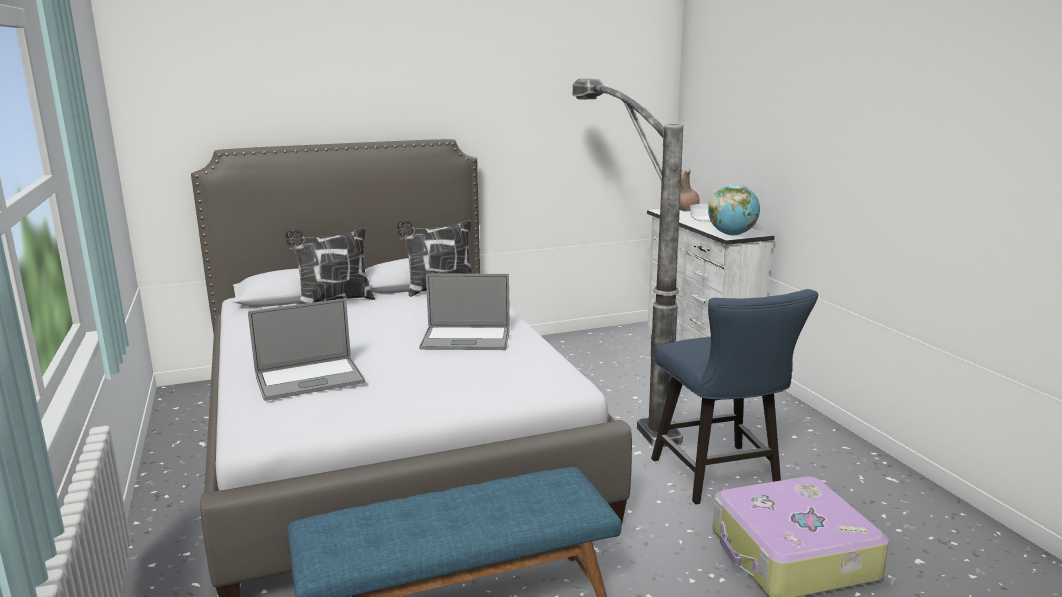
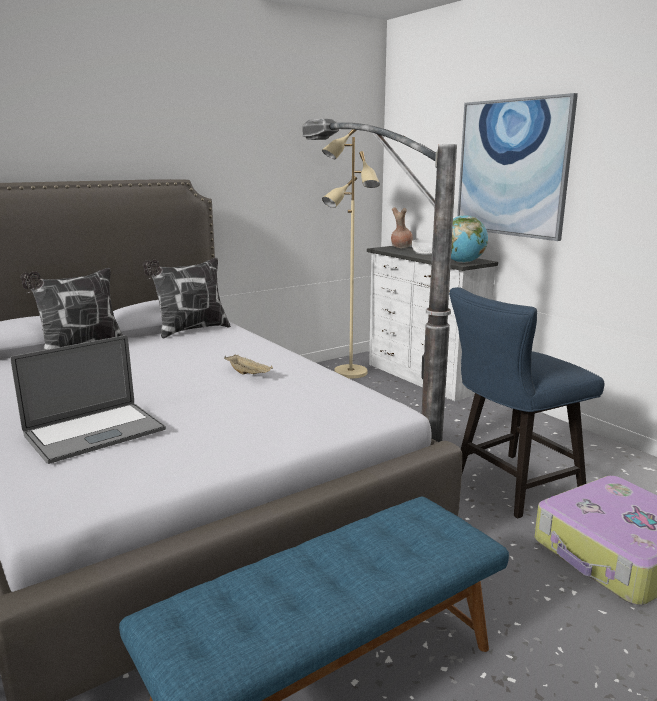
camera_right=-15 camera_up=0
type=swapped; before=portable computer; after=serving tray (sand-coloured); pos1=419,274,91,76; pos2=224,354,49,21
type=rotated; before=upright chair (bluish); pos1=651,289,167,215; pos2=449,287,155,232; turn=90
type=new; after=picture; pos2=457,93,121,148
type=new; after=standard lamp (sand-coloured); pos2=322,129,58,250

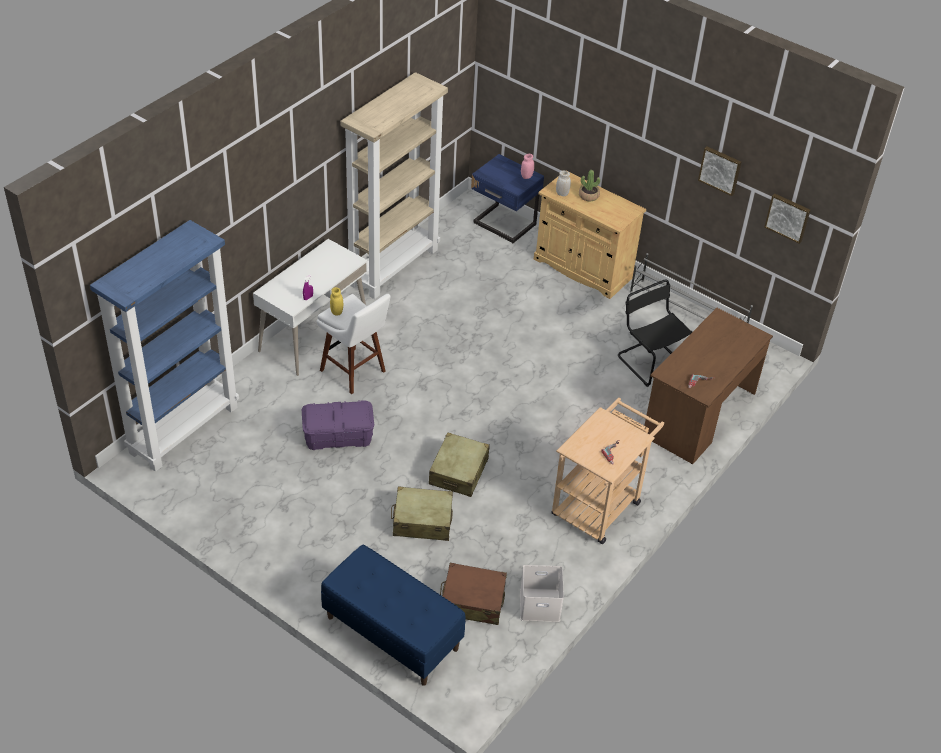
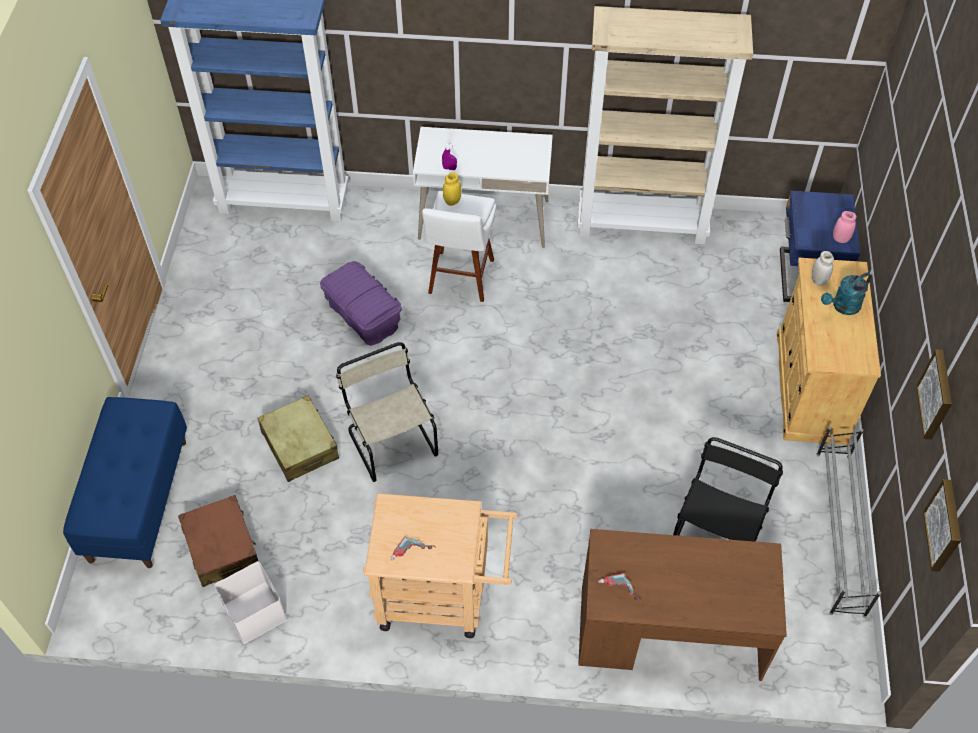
camera_right=60 camera_up=10
type=swapped; before=houseplant; after=watering pot (turquoise-coloured); pos1=579,170,21,31; pos2=821,272,51,43
type=swapped; before=piece of luggage (sand-coloured); after=upright chair (sand-coloured); pos1=429,432,61,65; pos2=336,342,102,140

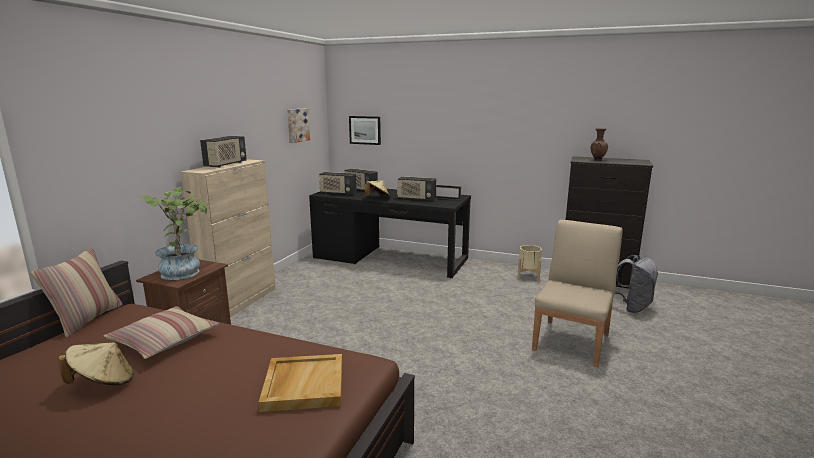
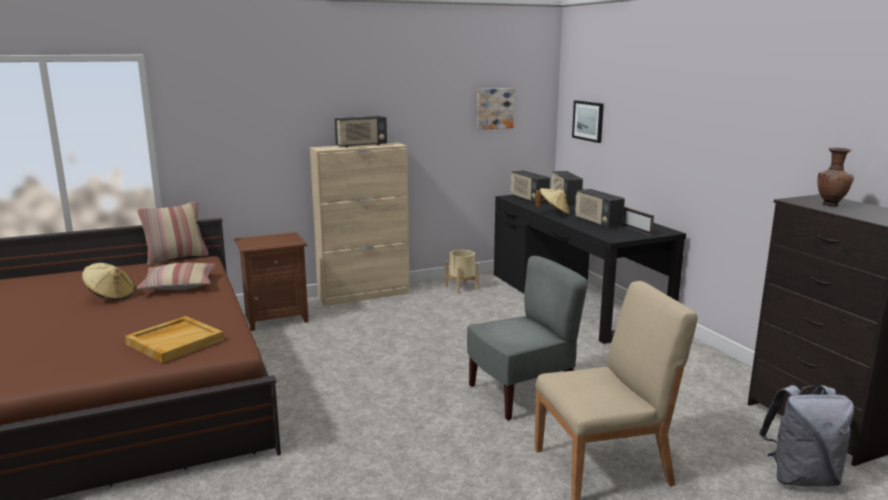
camera_right=45 camera_up=0
type=gone; before=houseplant; pos1=139,187,68,93
type=shifted; before=planter (sand-coloured); pos1=517,245,25,37; pos2=445,250,34,43
type=new; after=upright chair (grey); pos2=467,256,121,164

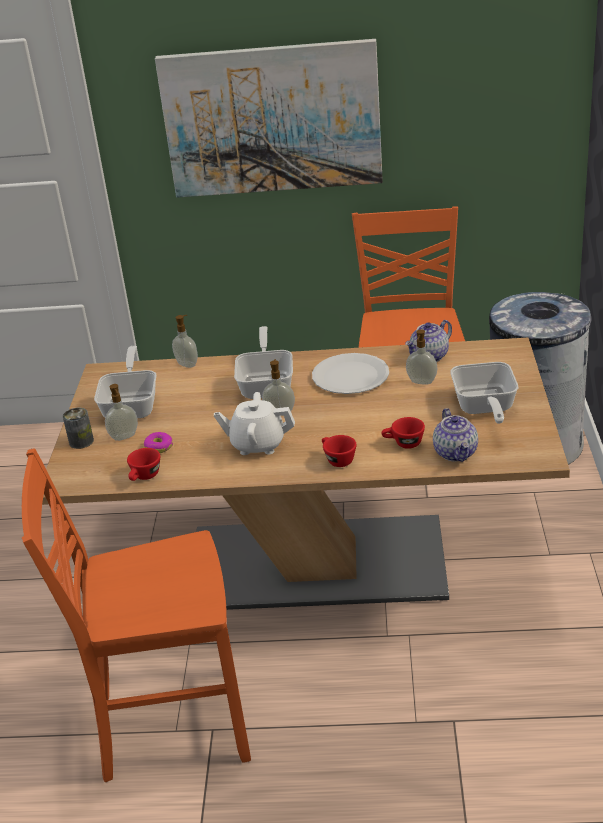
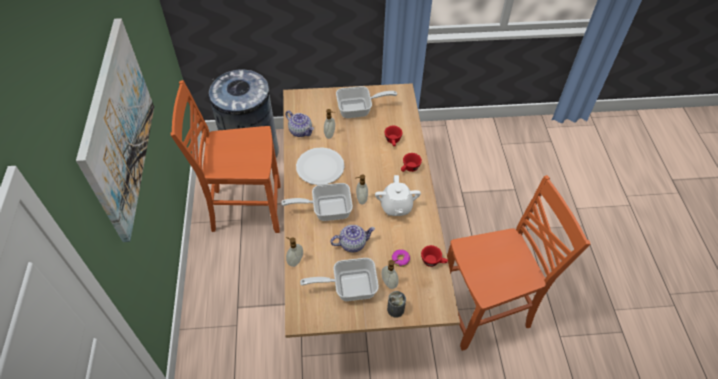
camera_right=-100 camera_up=20
type=shifted; before=tea pot; pos1=433,408,45,54; pos2=331,225,44,27
type=rotated; before=upright chair (orange-coloured); pos1=22,448,229,334; pos2=447,175,143,176; turn=-90

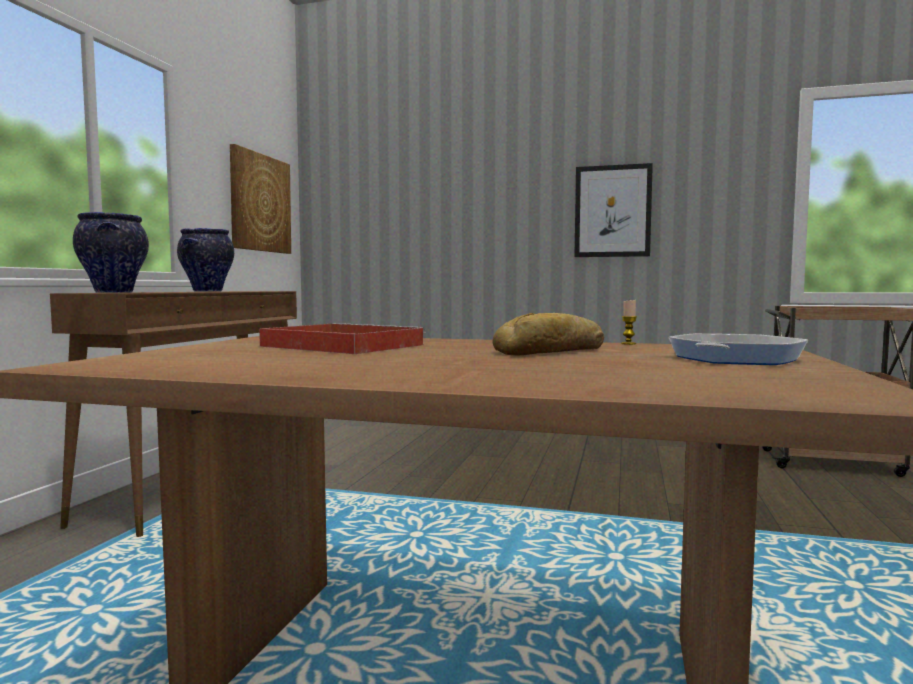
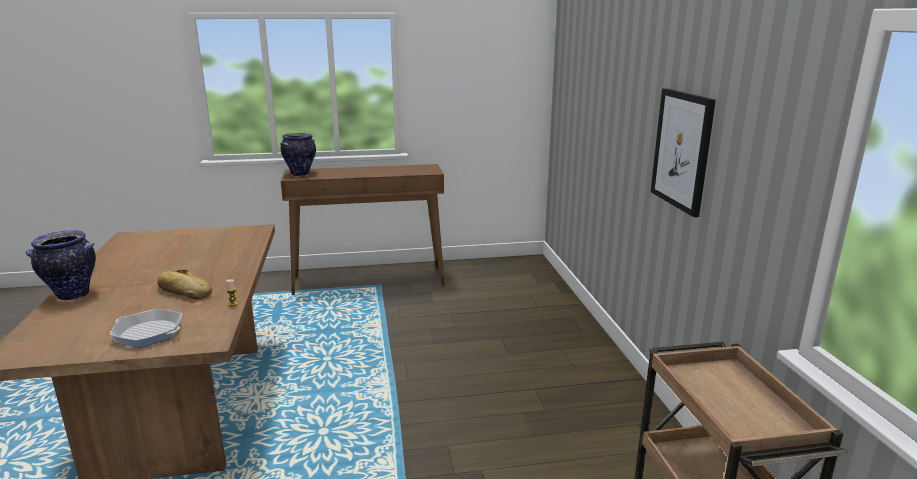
camera_right=65 camera_up=15
type=gone; before=picture; pos1=230,144,61,110
type=shifted; before=vase; pos1=177,228,57,63; pos2=26,230,70,70
type=gone; before=serving tray (red-coloured); pos1=259,323,166,31

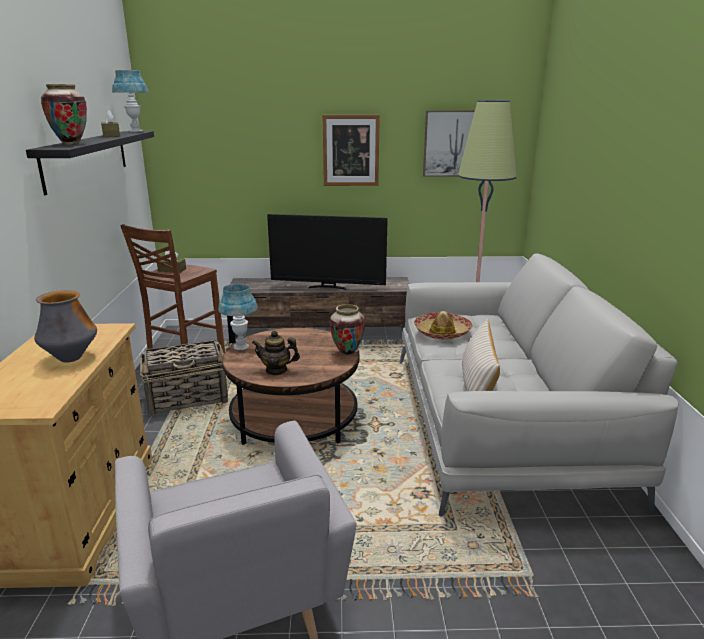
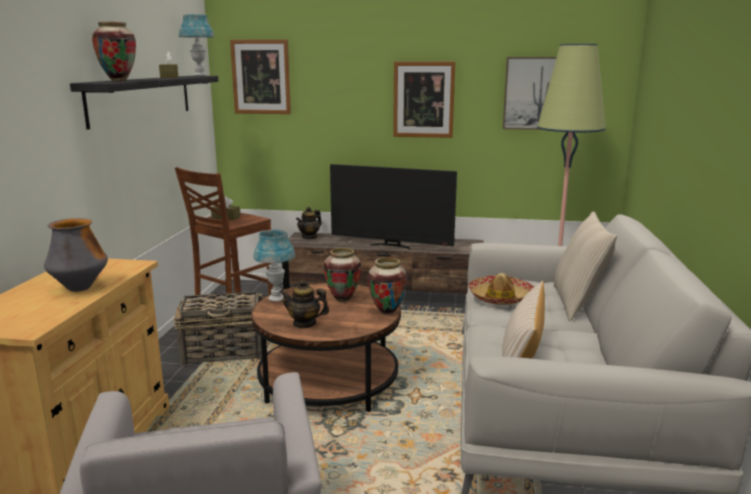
camera_right=10 camera_up=-5
type=new; after=picture; pos2=230,39,61,75
type=new; after=tea pot; pos2=296,207,26,32
type=new; after=pillow (sand-coloured); pos2=554,211,63,110
type=new; after=vase; pos2=324,248,37,54

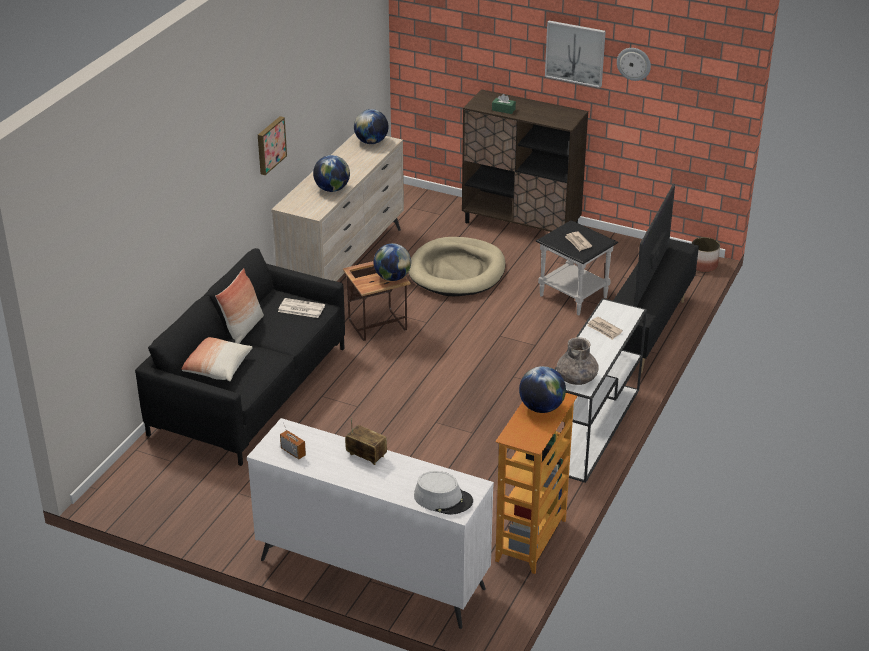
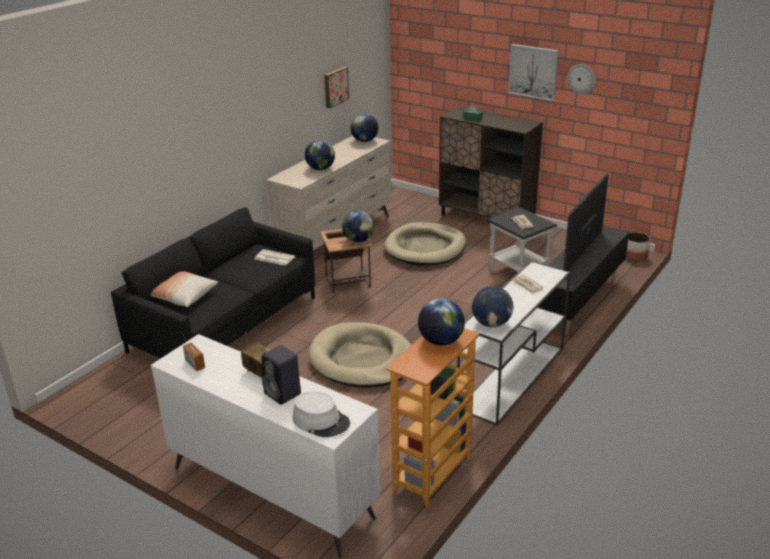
camera_right=10 camera_up=-5
type=shifted; before=picture; pos1=258,116,29,59; pos2=324,67,25,42
type=gone; before=pillow; pos1=215,268,49,76
type=swapped; before=vase (grey); after=desk globe; pos1=556,337,43,48; pos2=472,286,41,41
type=new; after=dog cushion (sand-coloured); pos2=309,322,102,66
type=new; after=speaker (black-coloured); pos2=262,345,39,60

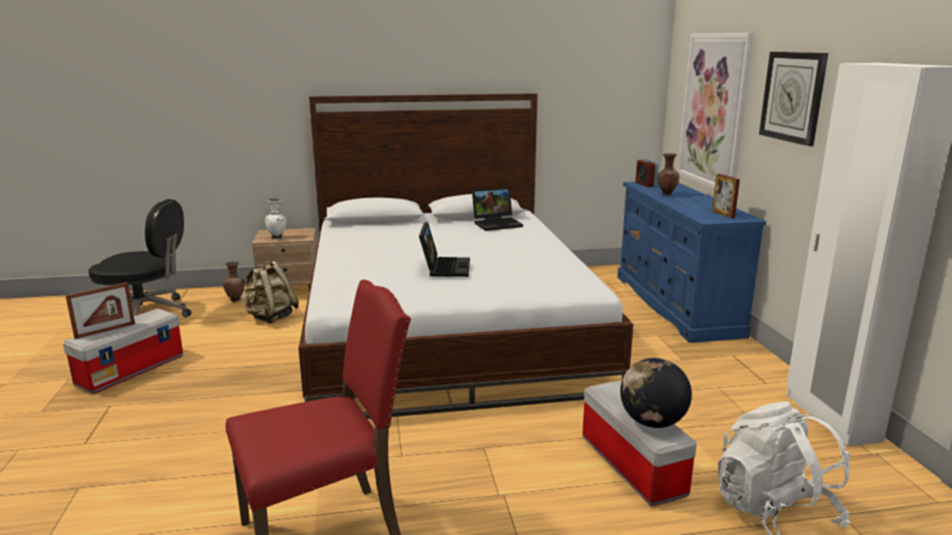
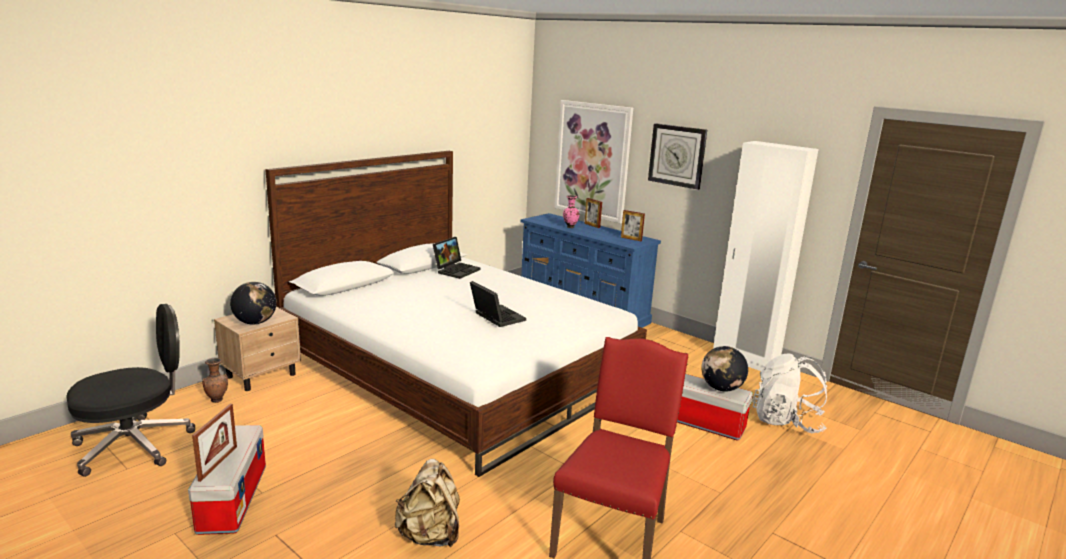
camera_right=-40 camera_up=0
type=repainted; before=vase (brown); after=vase (pink); pos1=657,153,22,43; pos2=563,195,16,33
type=gone; before=alarm clock; pos1=636,159,23,28
type=swapped; before=vase (white); after=desk globe; pos1=265,198,22,41; pos2=230,282,47,43
type=shifted; before=knapsack (sand-coloured); pos1=241,261,58,63; pos2=395,459,65,88
type=new; after=photo frame; pos2=585,198,17,30

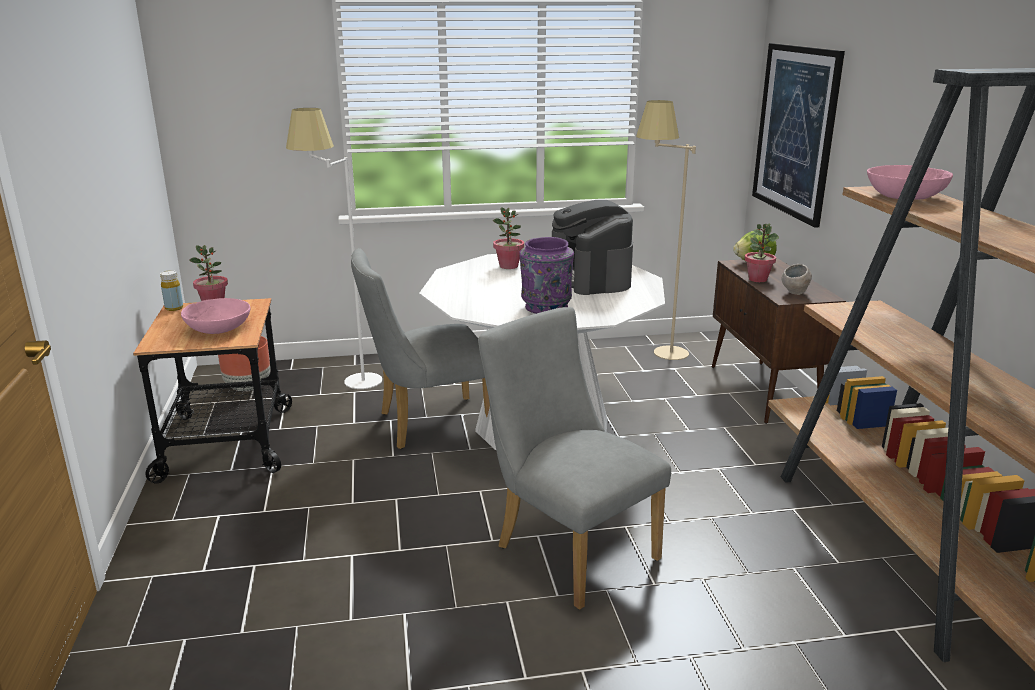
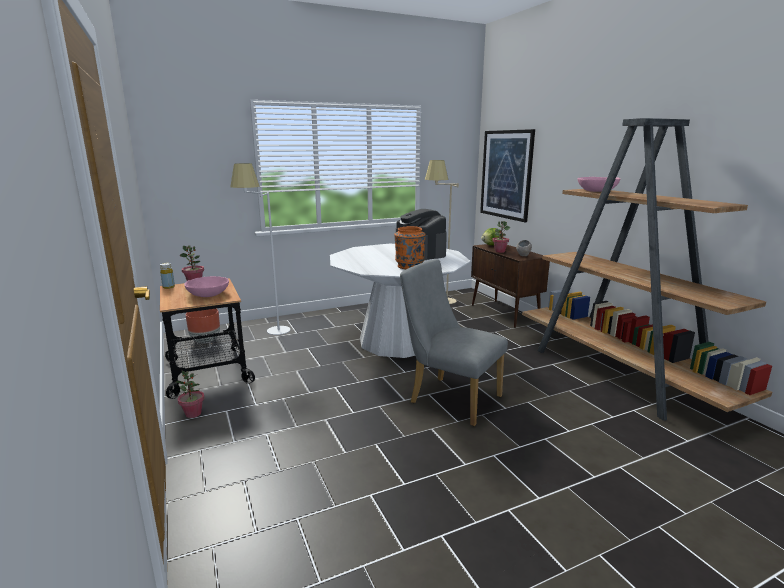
camera_right=-15 camera_up=-5
type=shifted; before=houseplant; pos1=493,207,31,62; pos2=176,371,29,47
type=repainted; before=vase (purplish); after=vase (orange-coloured); pos1=519,237,55,77; pos2=394,226,32,43
type=gone; before=upright chair (grey); pos1=351,248,139,201

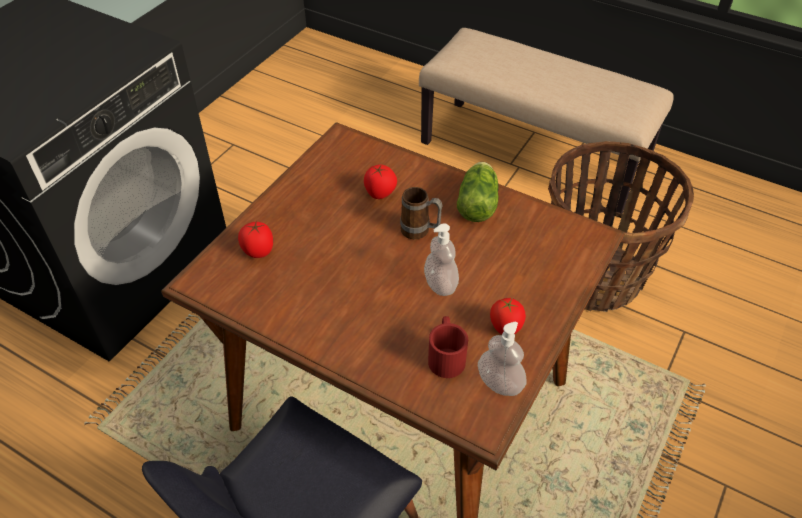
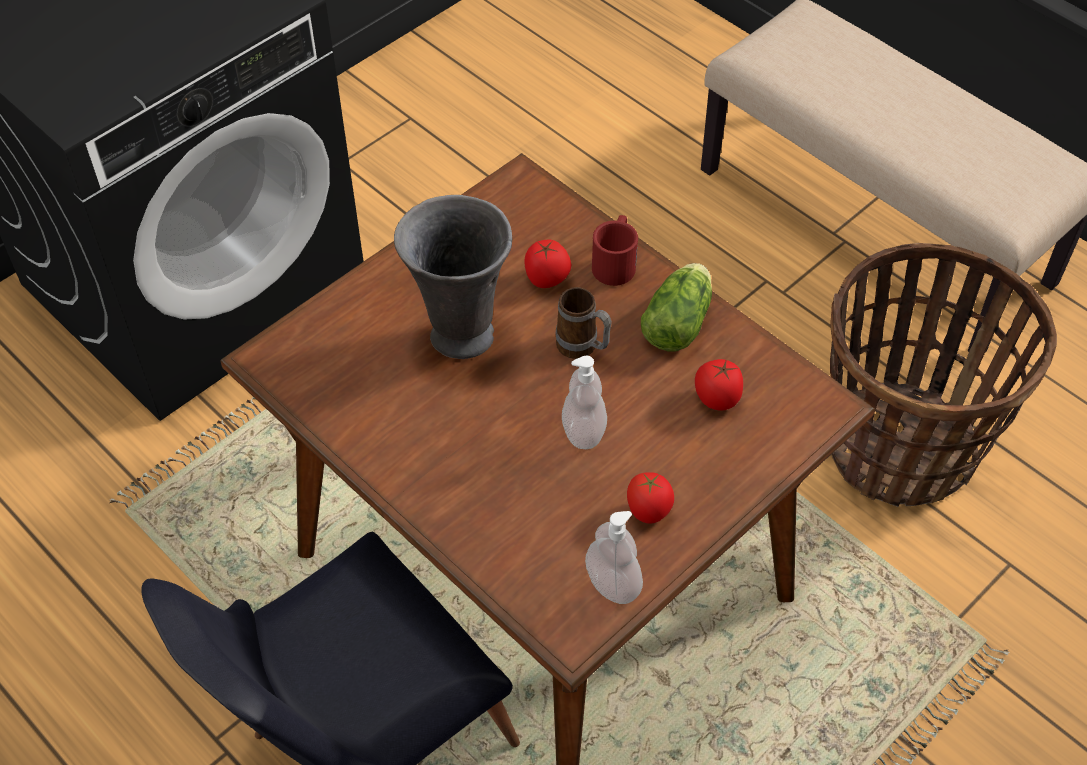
camera_right=15 camera_up=5
type=shifted; before=whole tomato; pos1=238,221,35,37; pos2=695,359,48,52
type=shifted; before=tea mug (red-coloured); pos1=428,316,40,62; pos2=592,215,46,71
type=new; after=vase (grey); pos2=394,195,118,164

